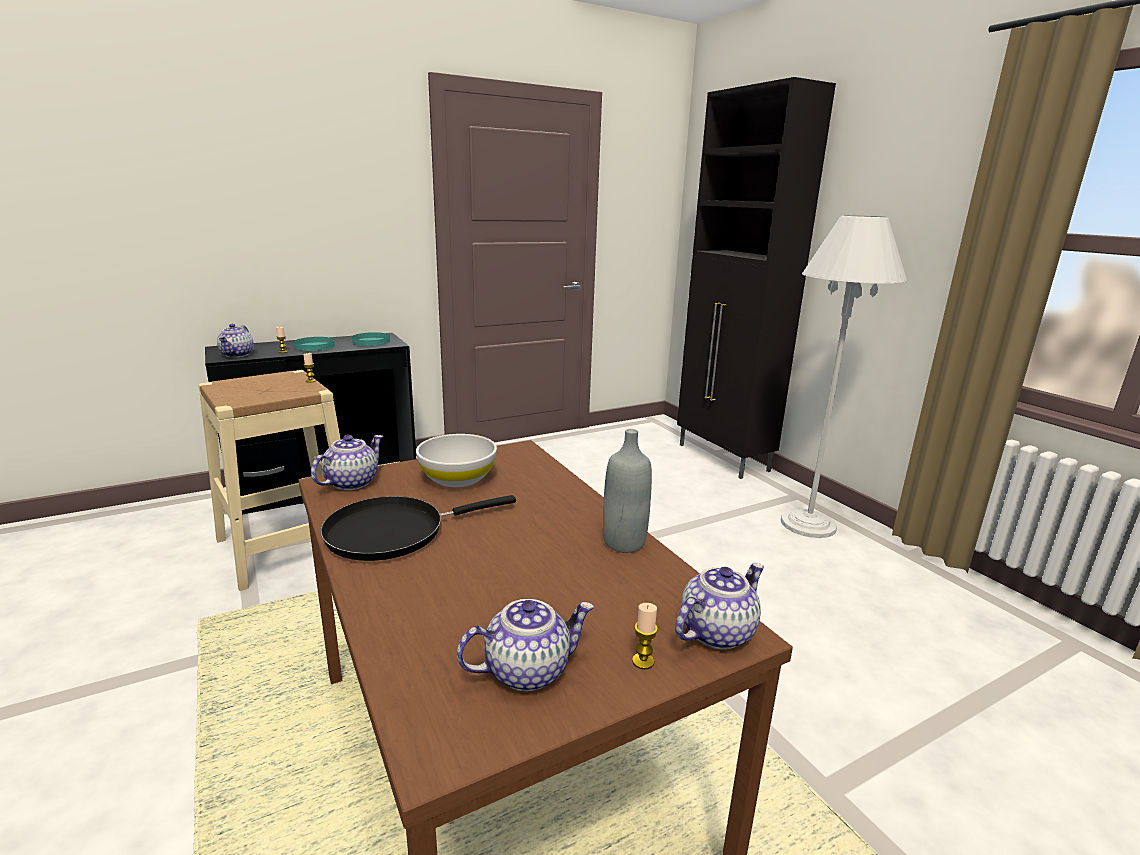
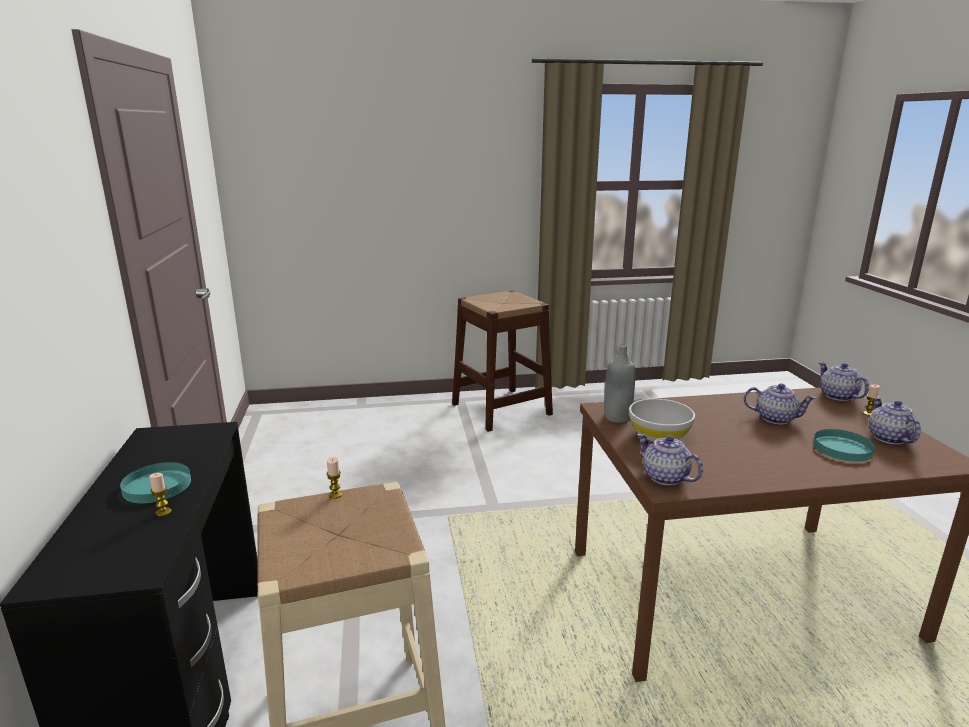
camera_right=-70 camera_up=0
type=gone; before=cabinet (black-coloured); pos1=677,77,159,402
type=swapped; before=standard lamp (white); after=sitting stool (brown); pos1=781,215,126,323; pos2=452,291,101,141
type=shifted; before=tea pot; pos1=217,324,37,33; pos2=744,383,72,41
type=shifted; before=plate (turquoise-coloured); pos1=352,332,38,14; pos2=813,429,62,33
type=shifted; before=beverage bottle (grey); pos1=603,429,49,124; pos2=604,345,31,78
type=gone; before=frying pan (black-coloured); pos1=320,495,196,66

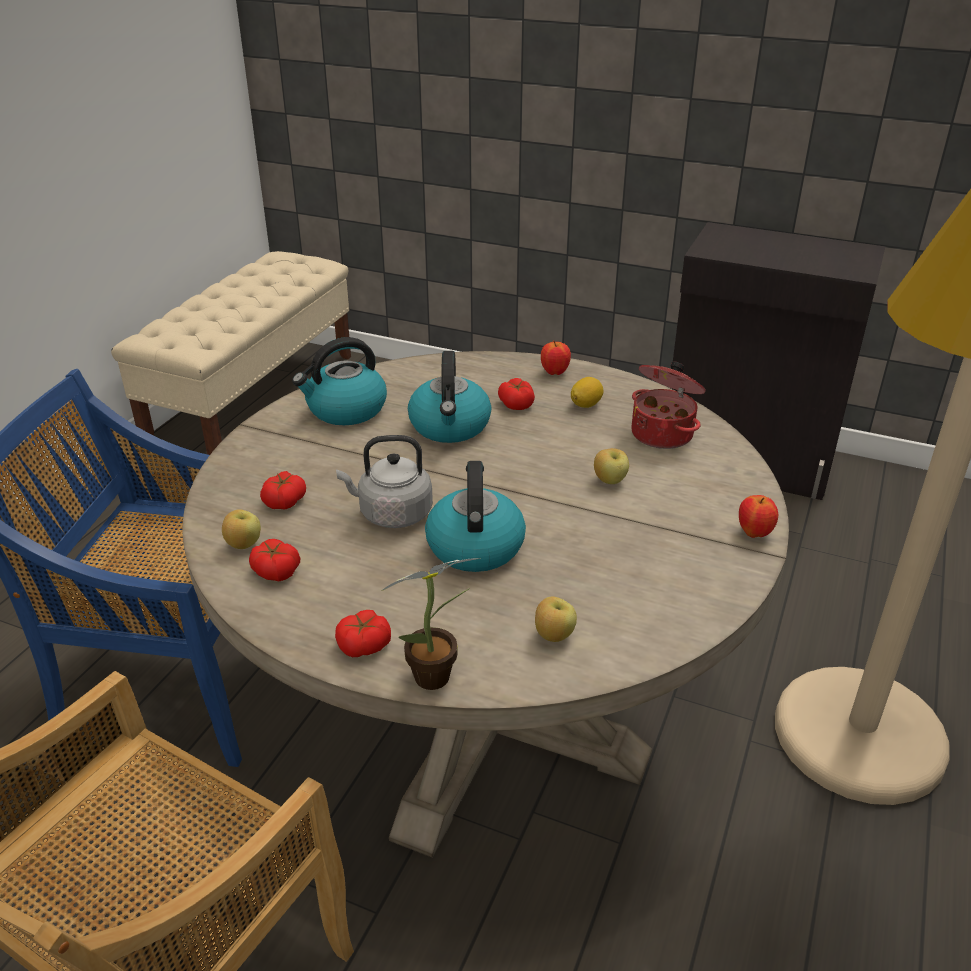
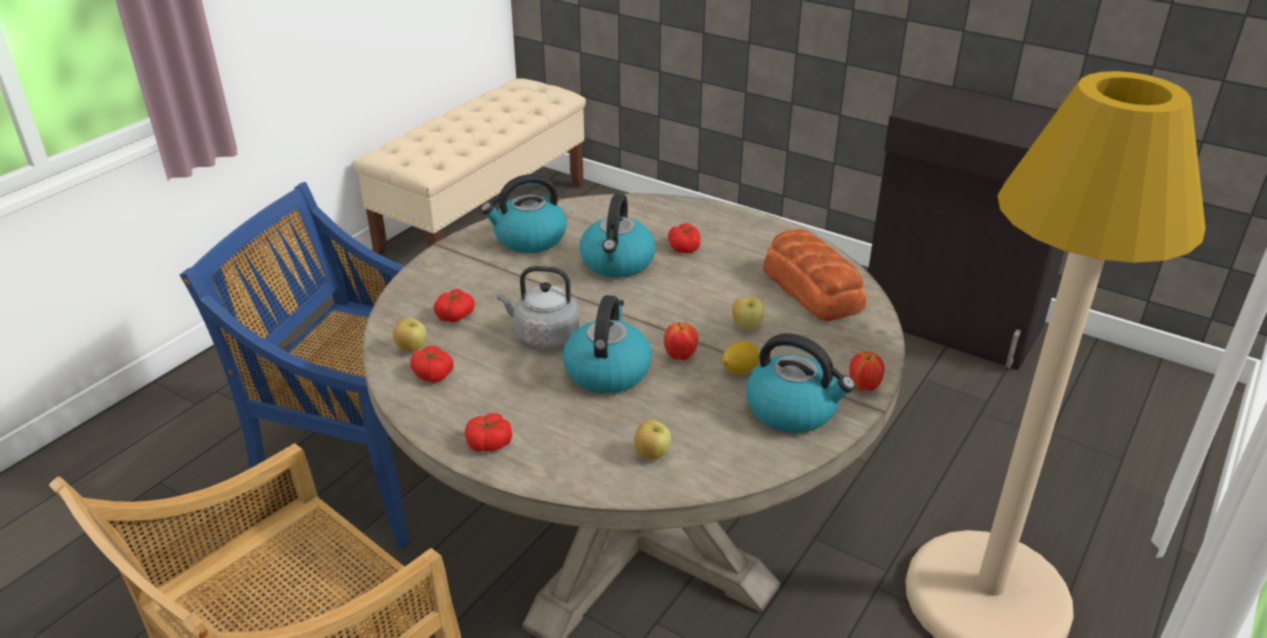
camera_right=10 camera_up=0
type=shifted; before=apple fruit; pos1=541,341,30,34; pos2=664,323,34,37
type=swapped; before=stockpot; after=bakery bread; pos1=631,361,75,88; pos2=763,229,103,92
type=shifted; before=whole lemon; pos1=571,377,32,31; pos2=722,341,37,34
type=gone; before=houseplant; pos1=381,558,100,132
type=new; after=tea kettle; pos2=746,333,109,100

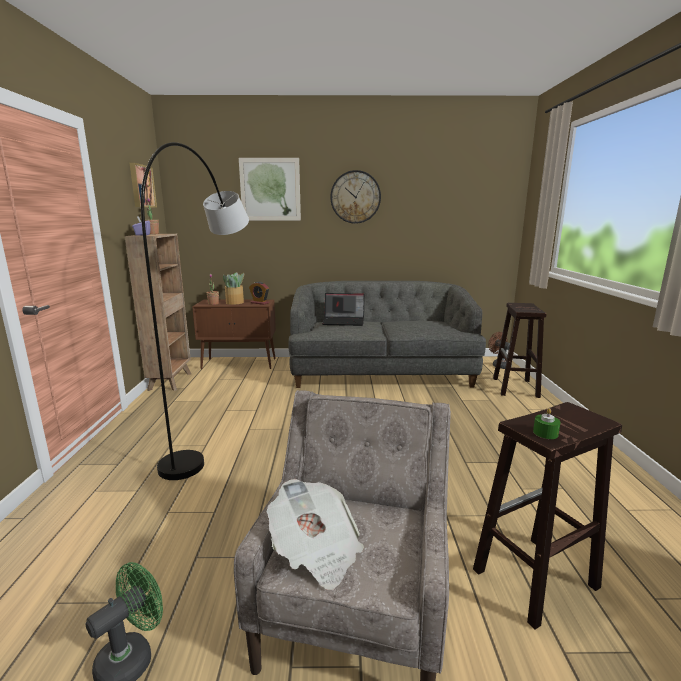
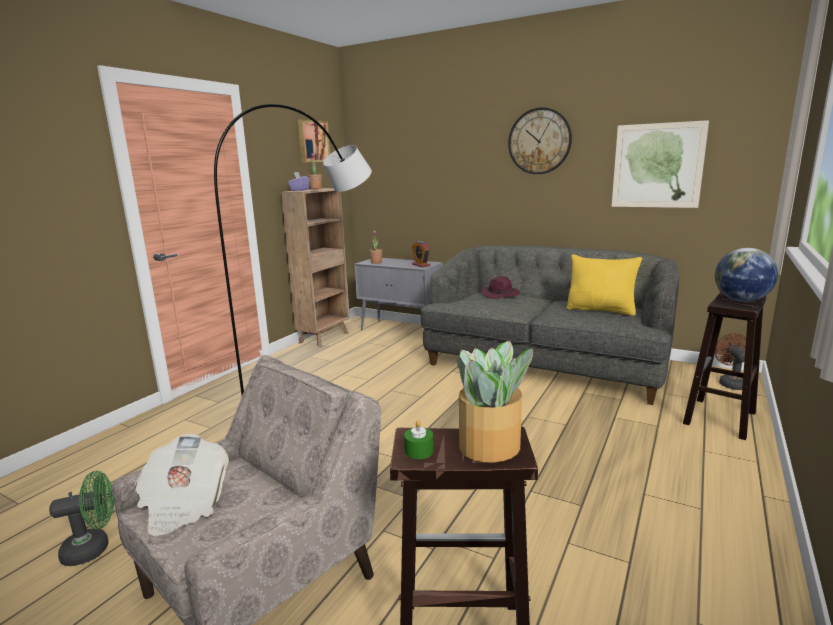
camera_right=30 camera_up=0
type=shifted; before=picture; pos1=239,158,62,63; pos2=612,120,97,88
type=shifted; before=houseplant; pos1=223,272,21,33; pos2=457,341,76,122
type=swapped; before=portable computer; after=wearable hat (purplish); pos1=322,293,43,33; pos2=481,276,39,23
type=repainted; before=cabinet (brown); after=cabinet (grey); pos1=192,300,84,69; pos2=354,258,89,72
type=new; after=desk globe; pos2=715,248,63,54
type=new; after=pillow (yellow-coloured); pos2=567,254,75,62

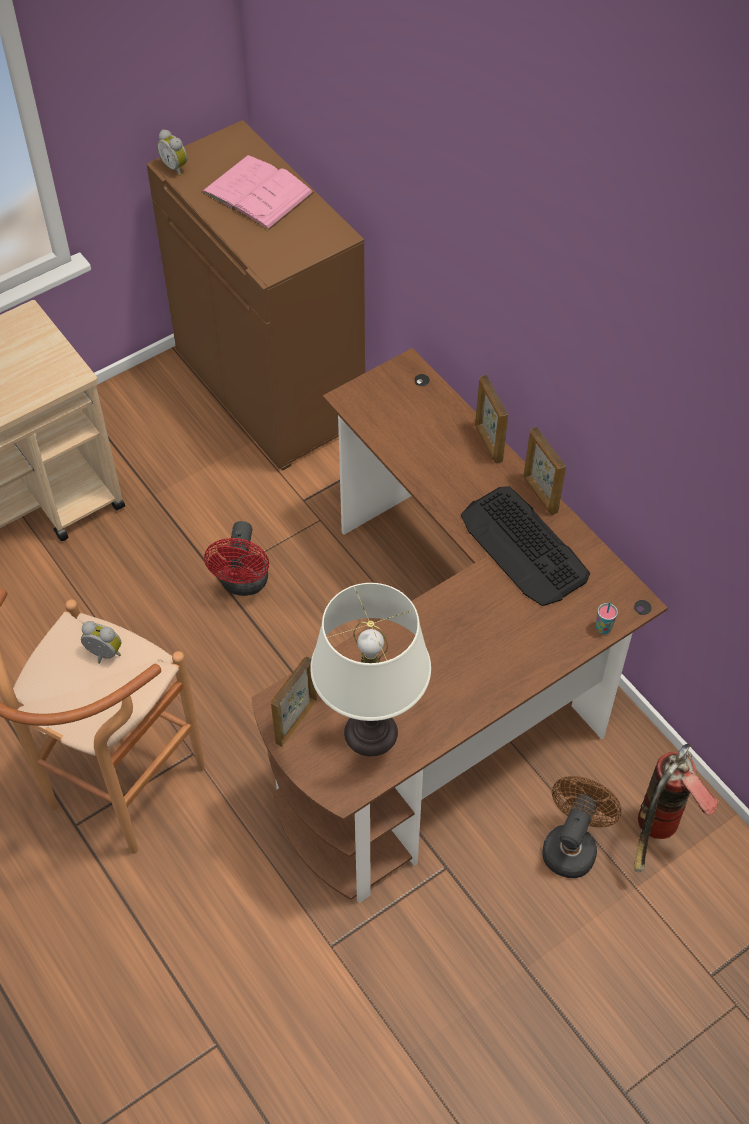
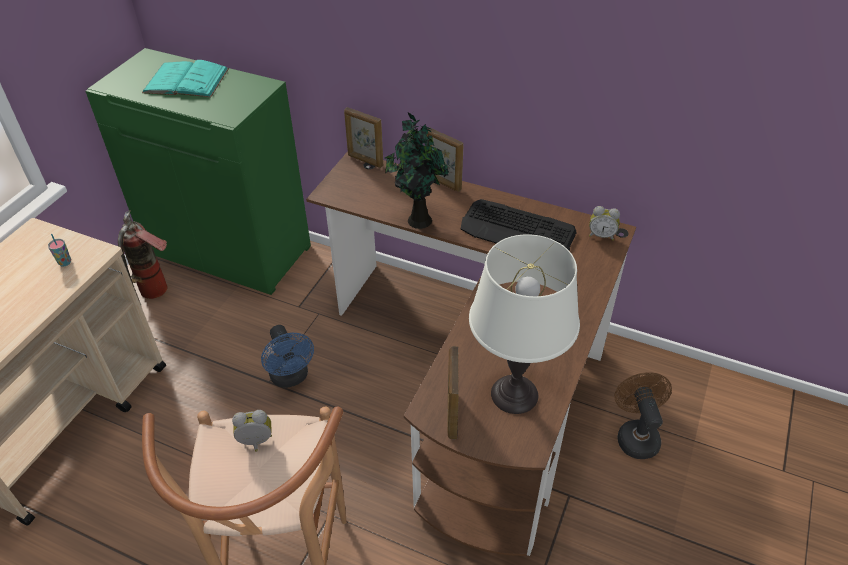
camera_right=-30 camera_up=-10
type=repainted; before=cabinet (brown); after=cabinet (greenish); pos1=147,120,218,351; pos2=85,48,226,247
type=shifted; before=alarm clock; pos1=157,130,30,46; pos2=589,206,31,35
type=repainted; before=volume (pink); after=volume (turquoise-coloured); pos1=201,155,113,75; pos2=142,60,87,38
type=shifted; before=photo frame; pos1=523,427,43,88; pos2=344,107,39,61
type=repainted; before=cooling fan (red-coloured); after=cooling fan (bluish); pos1=204,521,65,75; pos2=261,325,53,63
type=shifted; before=small cup; pos1=596,602,22,32; pos2=48,234,23,33
type=shifted; before=fire extinguisher; pos1=634,744,85,128; pos2=118,211,50,94
type=new; after=houseplant; pos2=385,113,64,116

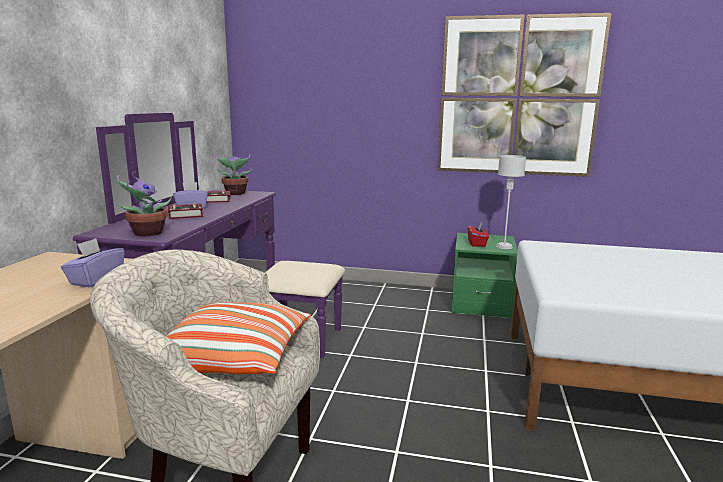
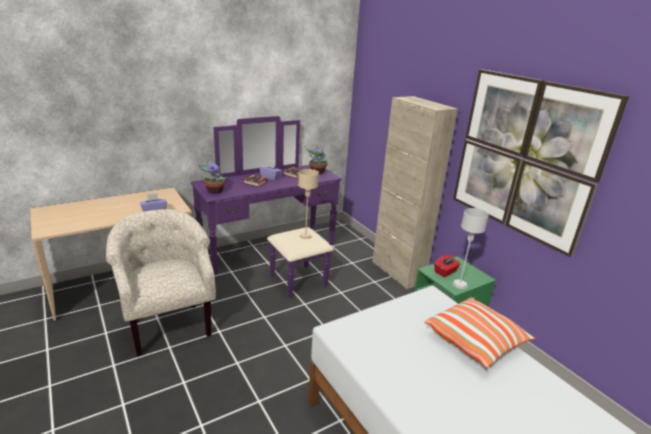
camera_right=45 camera_up=10
type=shifted; before=pillow; pos1=166,302,145,72; pos2=424,297,111,71
type=new; after=cabinet (sand-coloured); pos2=372,96,86,193
type=new; after=table lamp (sand-coloured); pos2=298,169,21,70

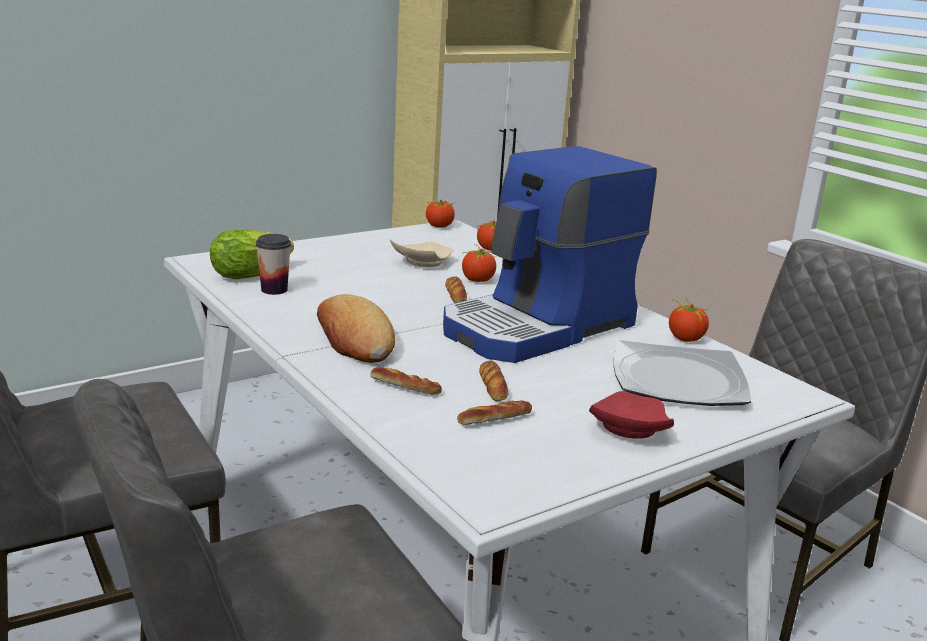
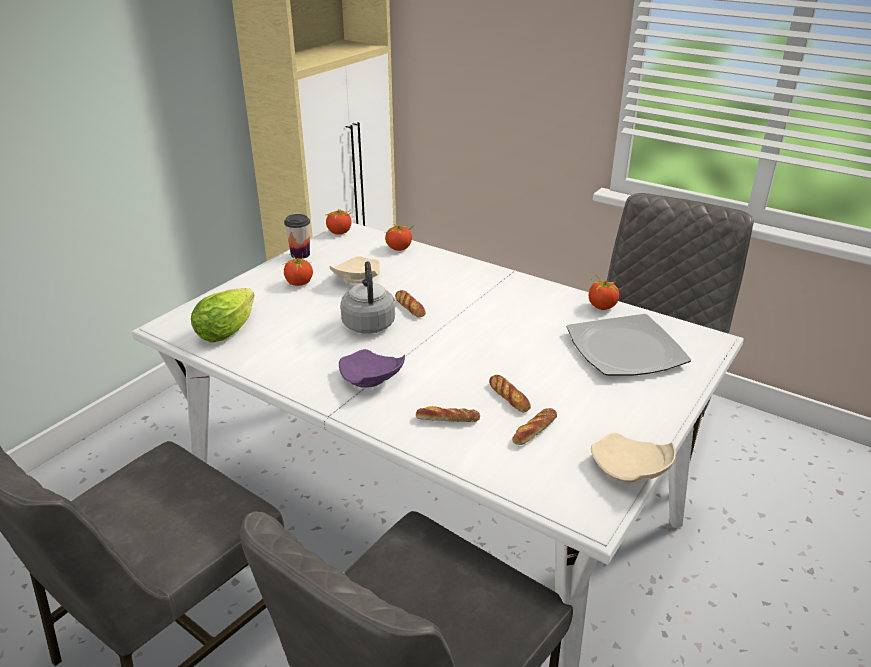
camera_right=-20 camera_up=10
type=gone; before=coffee maker; pos1=443,146,214,217
type=shifted; before=small cup; pos1=256,234,35,61; pos2=284,214,26,45
type=shifted; before=whole tomato; pos1=462,244,35,38; pos2=283,254,30,32
type=swapped; before=bakery bread; after=plate (purplish); pos1=317,294,78,69; pos2=339,349,66,39
type=gone; before=plate (red-coloured); pos1=589,391,85,48
type=new; after=tea kettle (grey); pos2=340,261,55,73
type=new; after=plate (sand-coloured); pos2=591,433,85,49

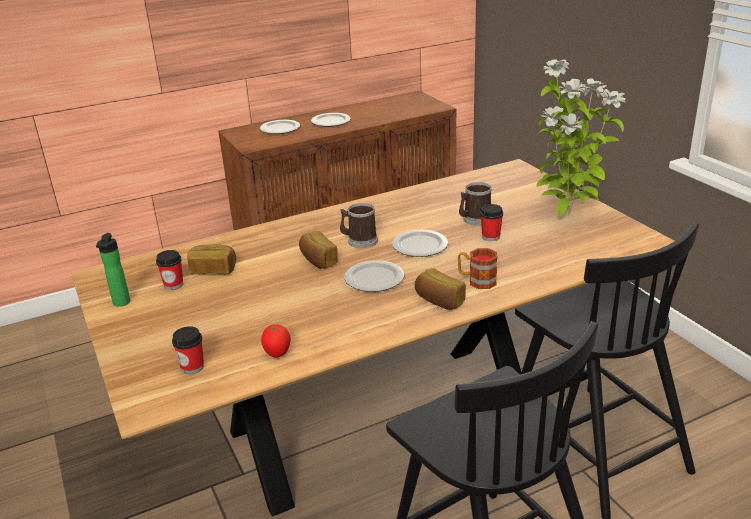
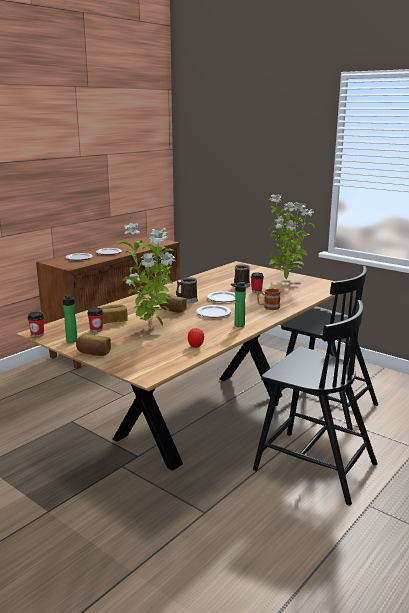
camera_right=-25 camera_up=-10
type=shifted; before=bakery bread; pos1=415,268,51,42; pos2=76,333,35,23
type=shifted; before=small cup; pos1=172,326,32,48; pos2=28,311,16,26
type=new; after=houseplant; pos2=117,223,58,105
type=new; after=beverage bottle; pos2=231,282,15,45

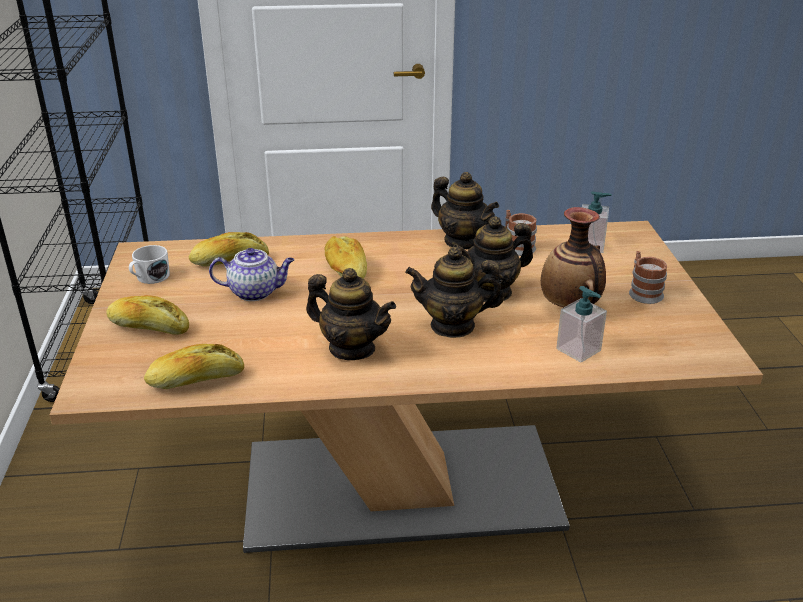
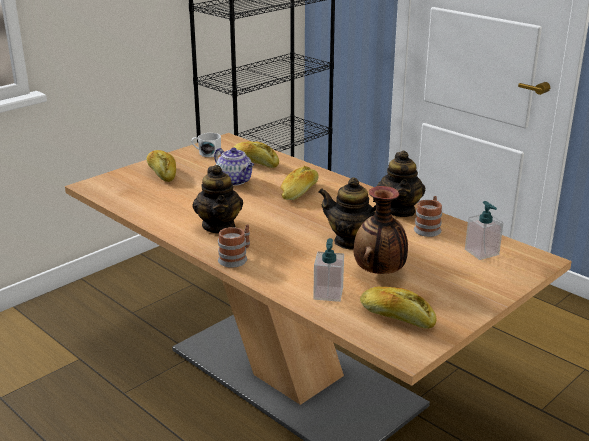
camera_right=50 camera_up=-5
type=gone; before=tea pot; pos1=405,247,99,91
type=shifted; before=tea mug; pos1=629,251,38,53; pos2=218,224,32,44
type=shifted; before=bakery bread; pos1=144,344,100,45; pos2=360,287,76,42

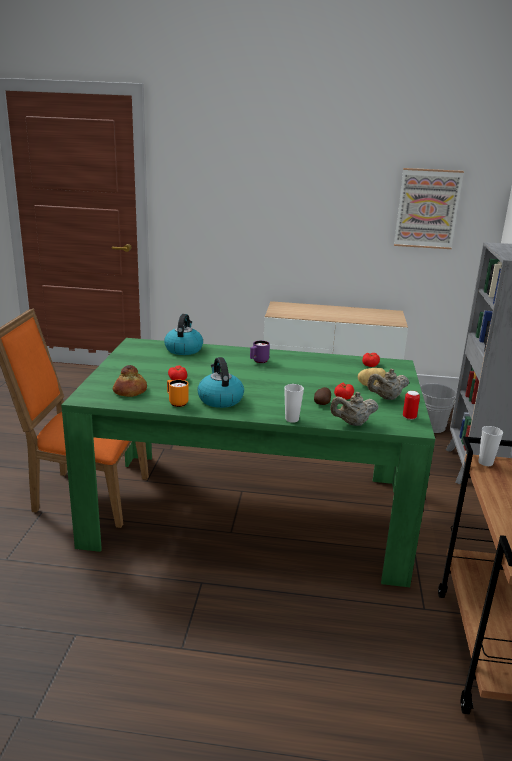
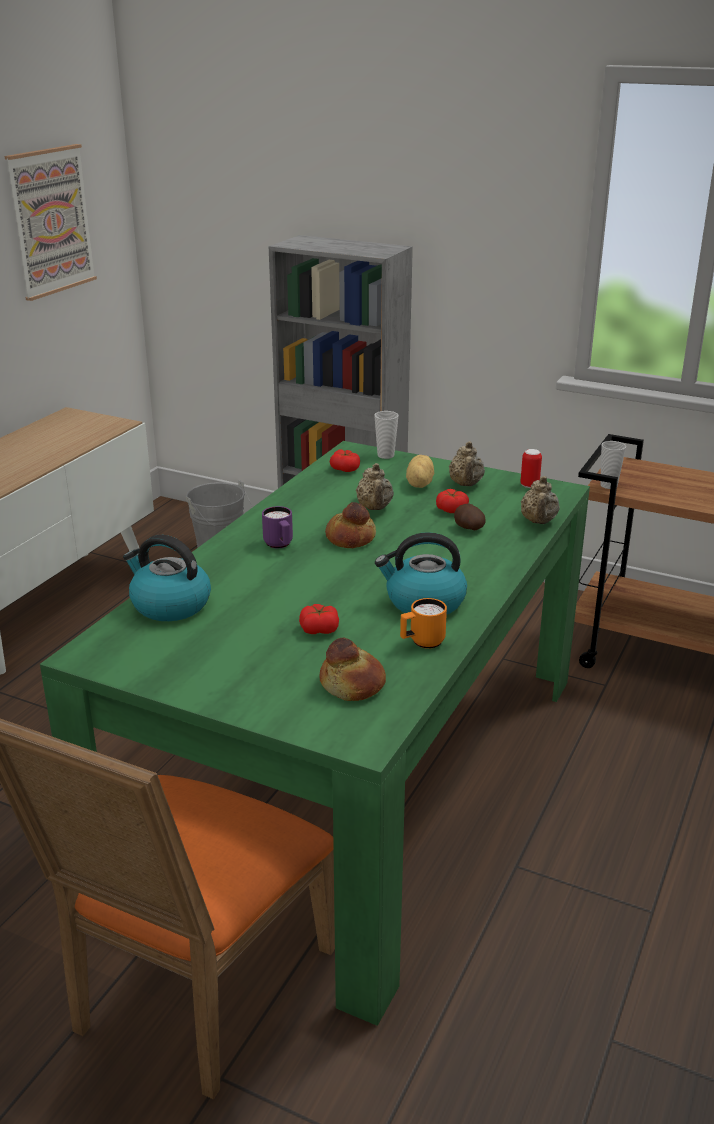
camera_right=-70 camera_up=5
type=shifted; before=small cup; pos1=284,384,20,39; pos2=374,411,25,48
type=new; after=tea pot (sand-coloured); pos2=356,463,38,47
type=new; after=bakery bread; pos2=325,502,51,46

